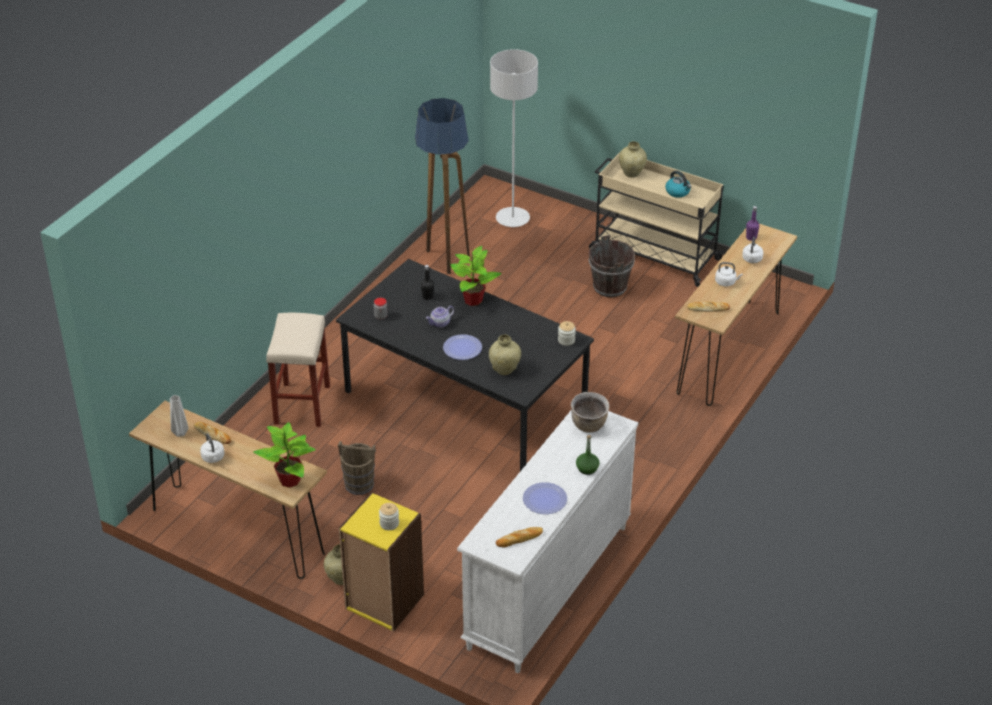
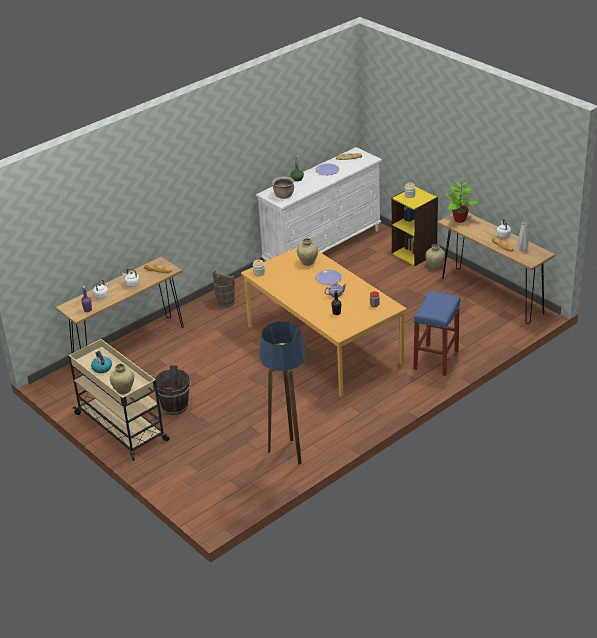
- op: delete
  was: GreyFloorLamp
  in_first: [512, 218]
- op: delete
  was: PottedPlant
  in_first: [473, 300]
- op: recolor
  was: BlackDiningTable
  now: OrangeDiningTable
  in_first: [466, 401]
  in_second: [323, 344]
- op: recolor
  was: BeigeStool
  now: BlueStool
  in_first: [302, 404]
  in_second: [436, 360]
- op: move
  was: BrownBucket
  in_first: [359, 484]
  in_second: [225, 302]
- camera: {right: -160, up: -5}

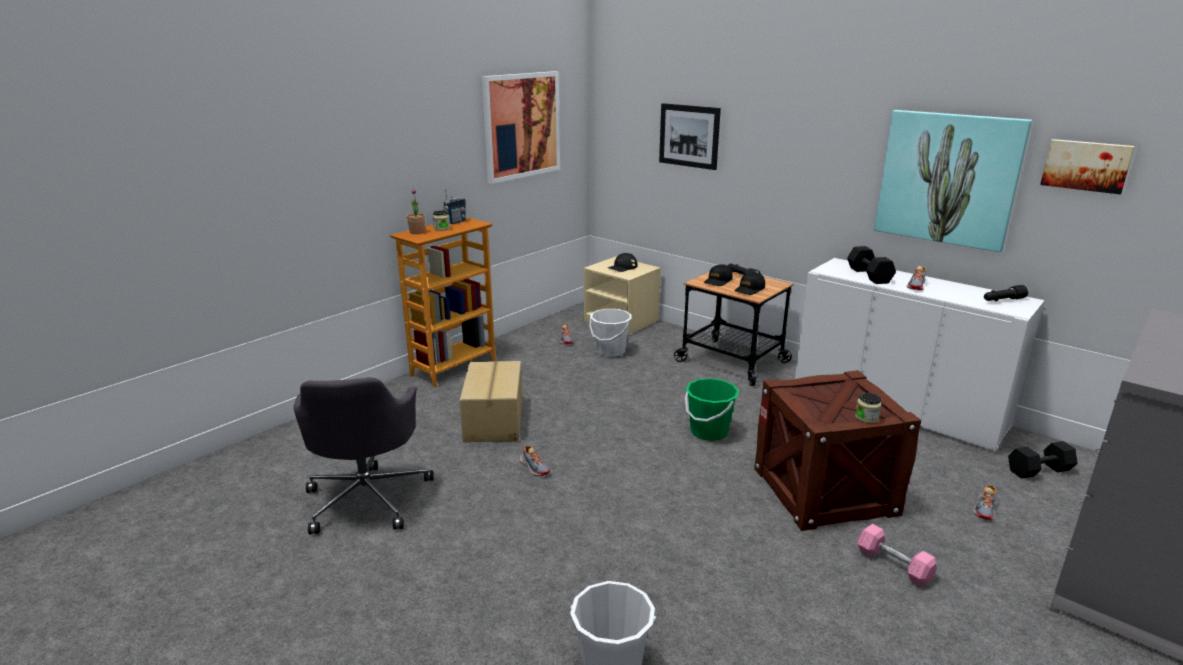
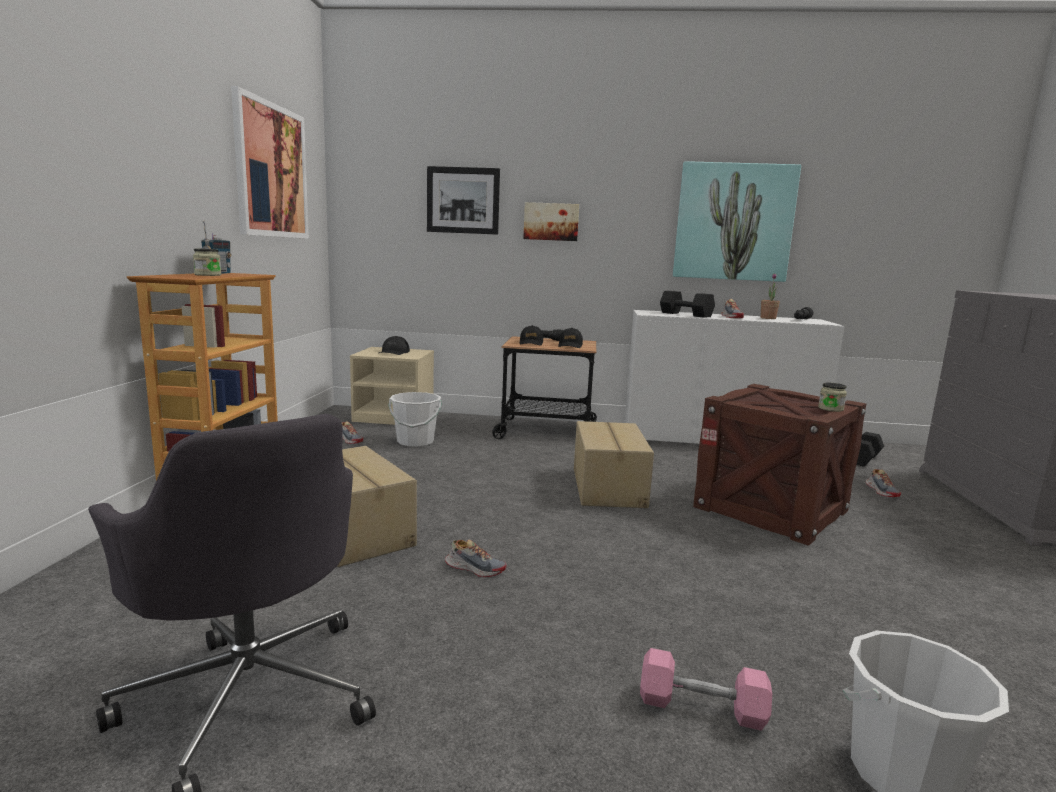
- op: move
  was: Picture
  in_first: [1086, 165]
  in_second: [551, 222]
- op: move
  was: PottedPlant
  in_first: [417, 232]
  in_second: [768, 318]
- op: replace
  was: GreenBucket
  now: CardboardBox
  in_first: [709, 432]
  in_second: [609, 487]
- op: move
  was: PinkDumbbell
  in_first: [893, 565]
  in_second: [701, 707]
- camera: {right: -35, up: -10}

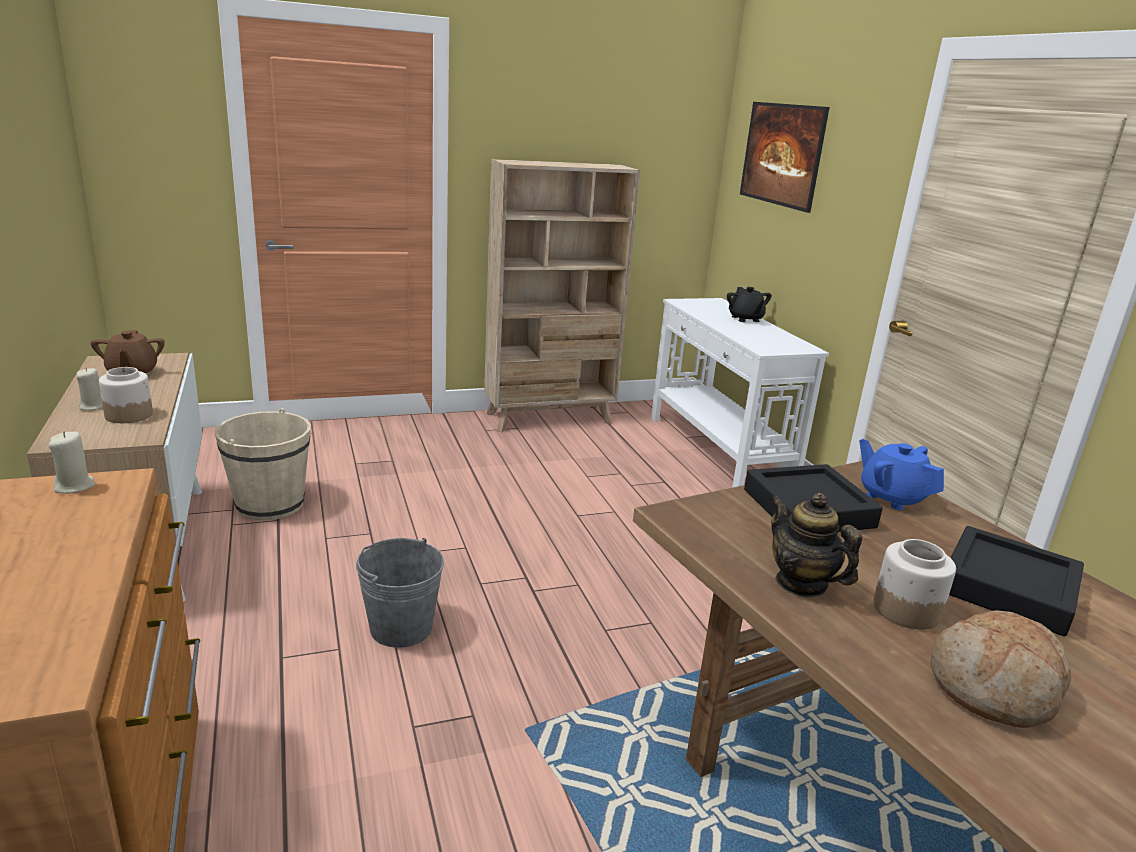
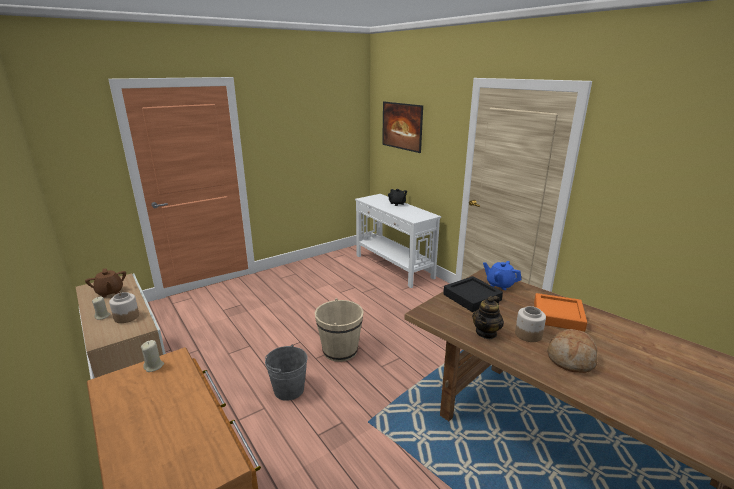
- op: delete
  was: BeigeBookcase
  in_first: [550, 418]
- op: move
  was: BeigeBucket
  in_first: [270, 504]
  in_second: [340, 350]
- op: rotate
  was: Teapot
  in_first: [801, 583]
  in_second: [486, 333]
  clockwise: -90
- op: recolor
  was: BlackTray
  now: OrangeTray
  in_first: [1008, 588]
  in_second: [558, 316]
- camera: {right: -15, up: 0}

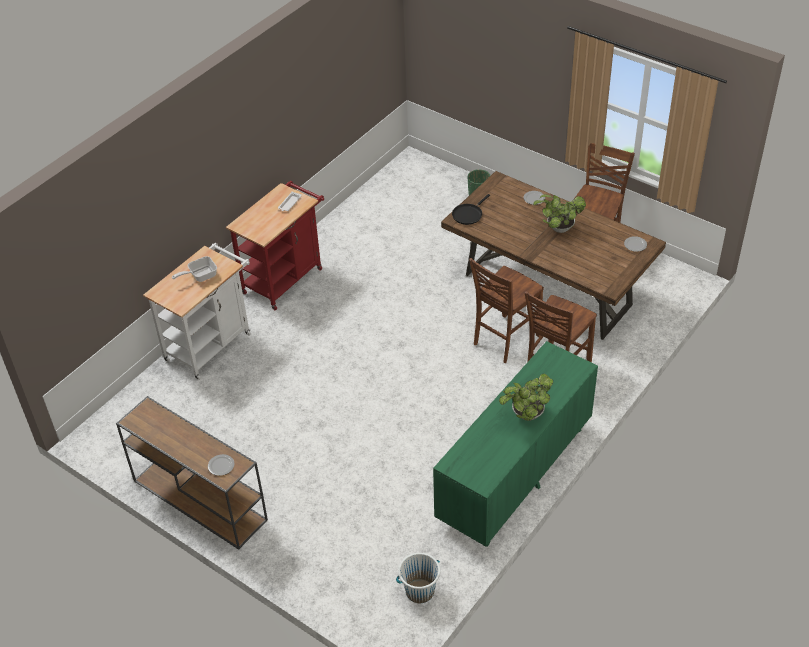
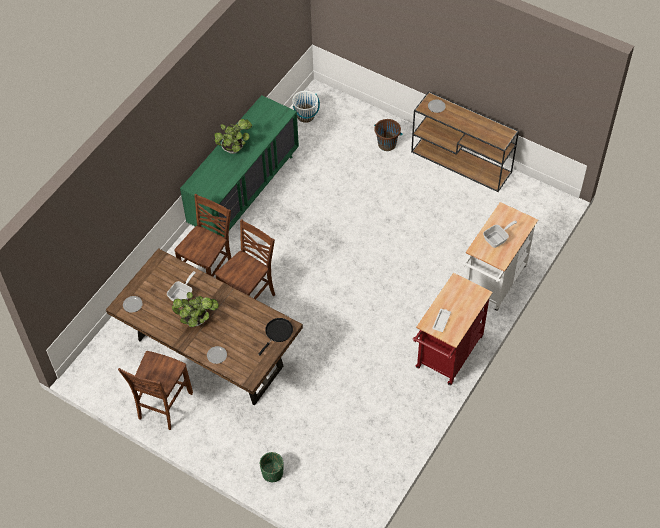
- op: insert
  now: BrownBucket
  in_second: [387, 144]
- op: insert
  now: FryingPan
  in_second: [182, 294]
- camera: {right: 175, up: 10}

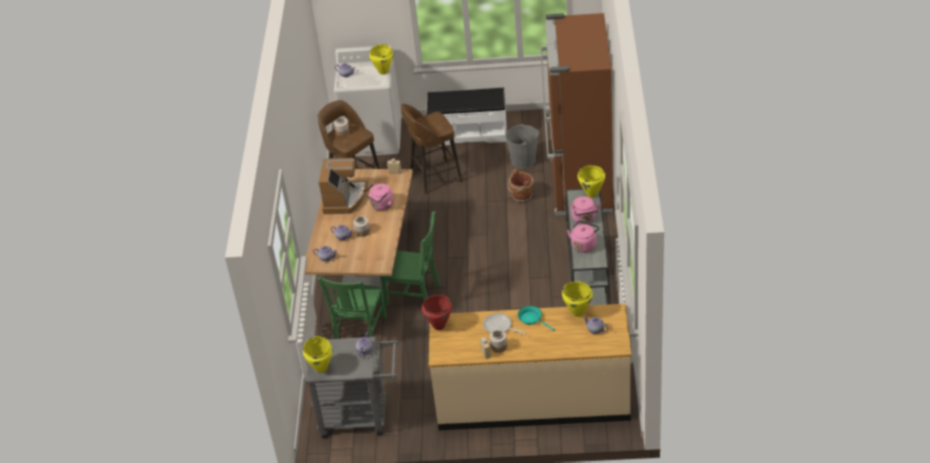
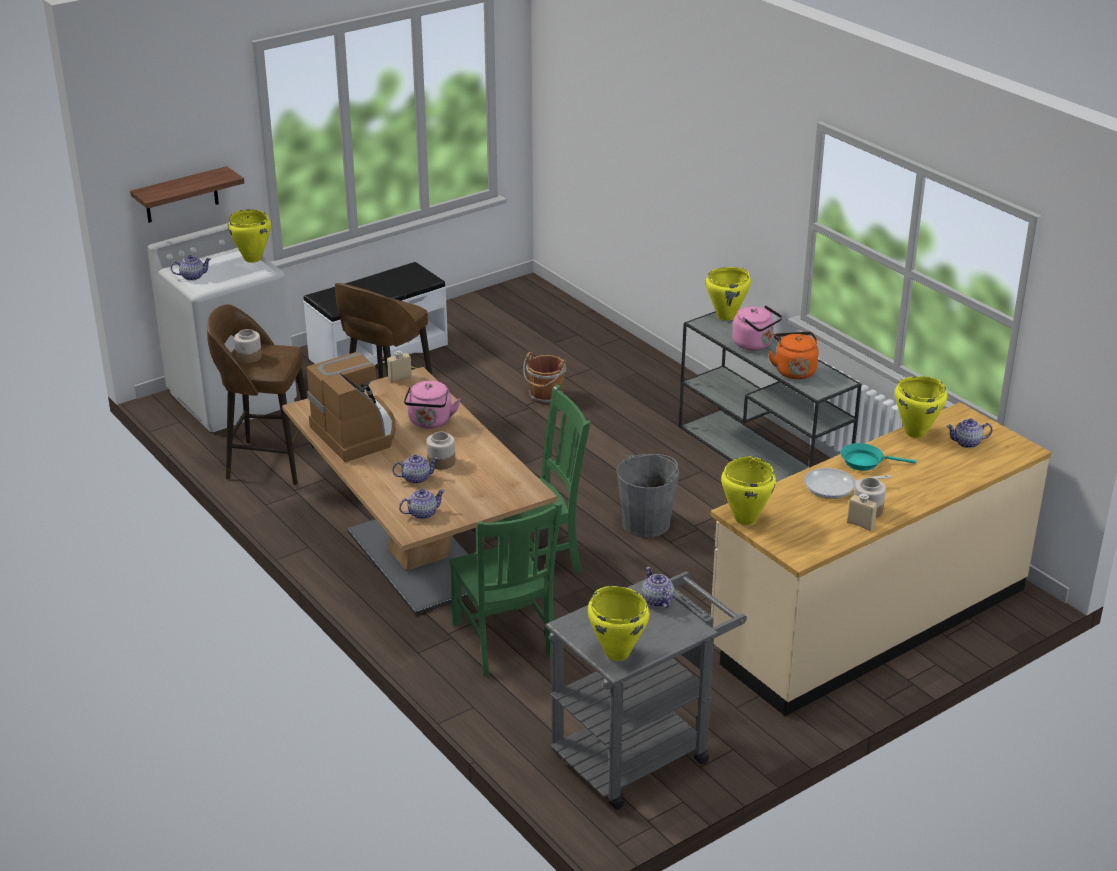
- op: delete
  was: BrownFridge
  in_first: [579, 185]
- op: move
  was: GreyBucket
  in_first: [523, 160]
  in_second: [646, 523]
- op: recolor
  was: PinkKettle
  now: OrangeKettle
  in_first: [584, 245]
  in_second: [794, 370]
- op: recolor
  was: RedCookingPot
  now: YellowCookingPot
  in_first: [438, 326]
  in_second: [745, 519]
- op: insert
  now: Shelf
  in_second: [181, 195]
- camera: {right: -40, up: -10}

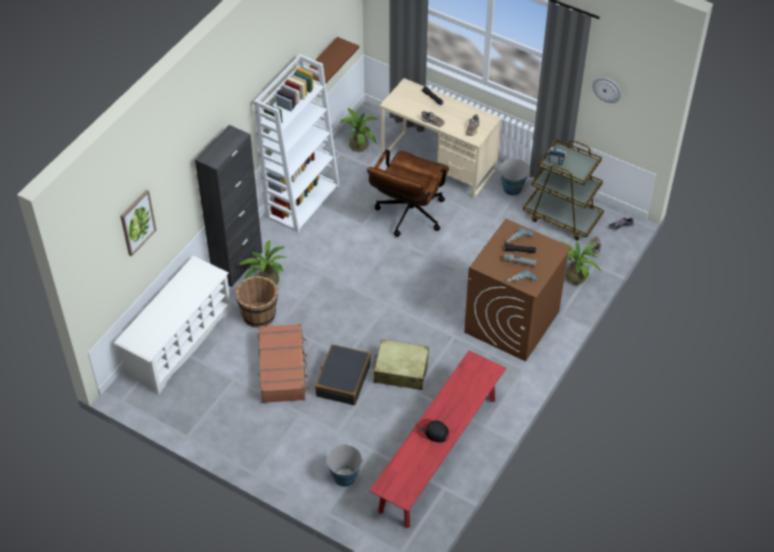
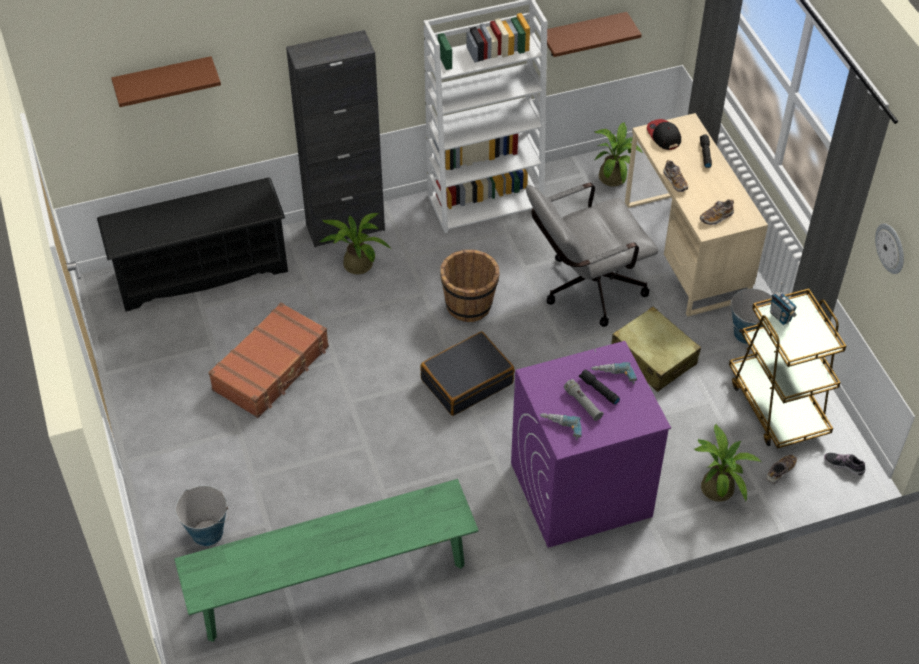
- op: recolor
  was: BrownOfficeChair
  now: GreyOfficeChair
  in_first: [407, 217]
  in_second: [585, 289]
- op: replace
  was: Picture
  now: BrownShelf
  in_first: [137, 222]
  in_second: [164, 81]
- op: recolor
  was: BrownWashingMachine
  now: PurpleWashingMachine
  in_first: [511, 322]
  in_second: [580, 490]
- op: recolor
  was: WhiteShoeRack
  now: BlackShoeRack
  in_first: [179, 342]
  in_second: [201, 271]
- op: move
  was: BrownBucket
  in_first: [259, 315]
  in_second: [469, 305]
- op: move
  was: BeigeSuitcase
  in_first: [401, 370]
  in_second: [653, 357]
- op: move
  was: BlackSuitcase
  in_first: [343, 380]
  in_second: [466, 381]
- op: recolor
  was: RedBench
  now: GreenBench
  in_first: [438, 454]
  in_second: [332, 582]
- op: move
  was: Cap
  in_first: [432, 431]
  in_second: [663, 136]
- camera: {right: 40, up: 0}

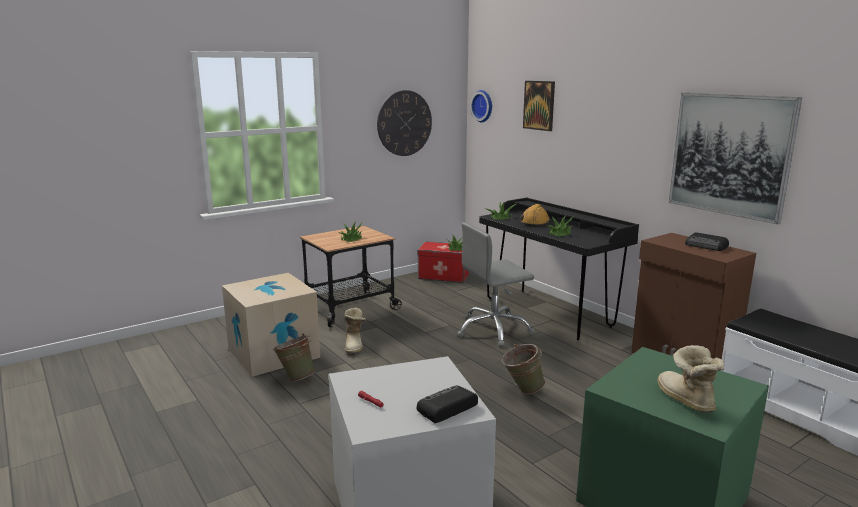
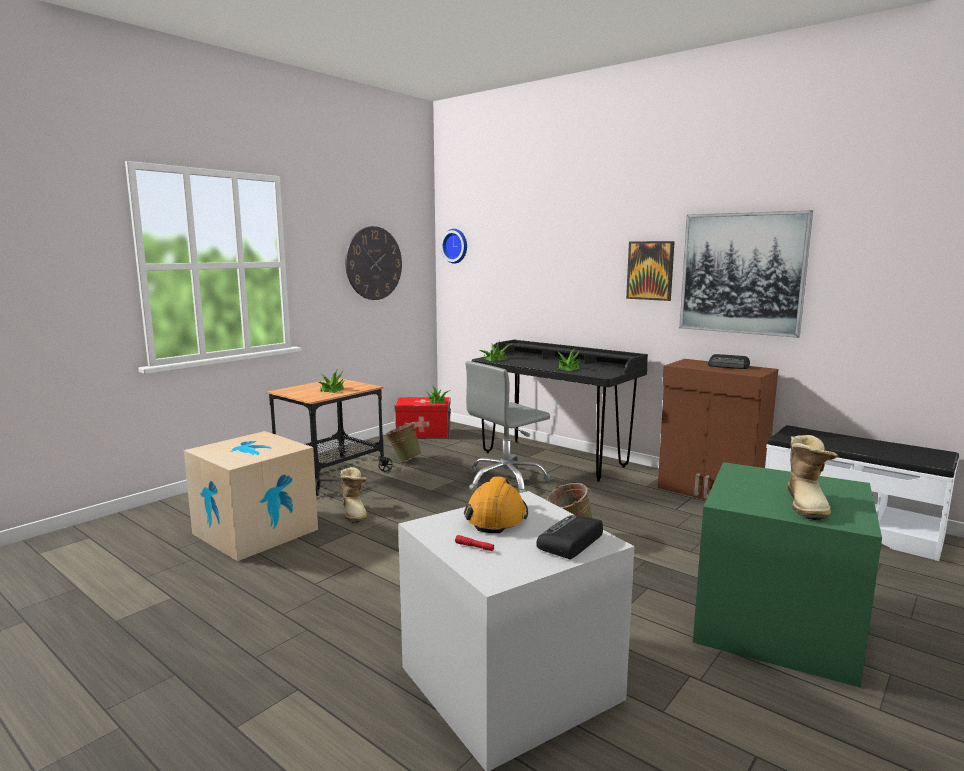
- op: move
  was: Picture
  in_first: [539, 105]
  in_second: [650, 270]
- op: move
  was: OrangeHardHat
  in_first: [535, 222]
  in_second: [496, 517]
- op: move
  was: GreenBucket
  in_first: [296, 377]
  in_second: [403, 460]
- op: rotate
  was: Boot
  in_first: [684, 400]
  in_second: [808, 504]
  clockwise: -135
- camera: {right: -15, up: -5}

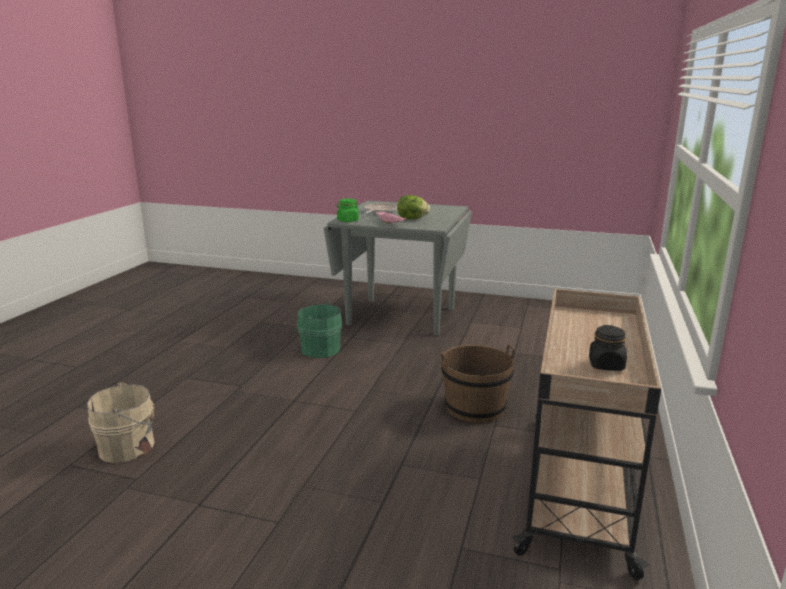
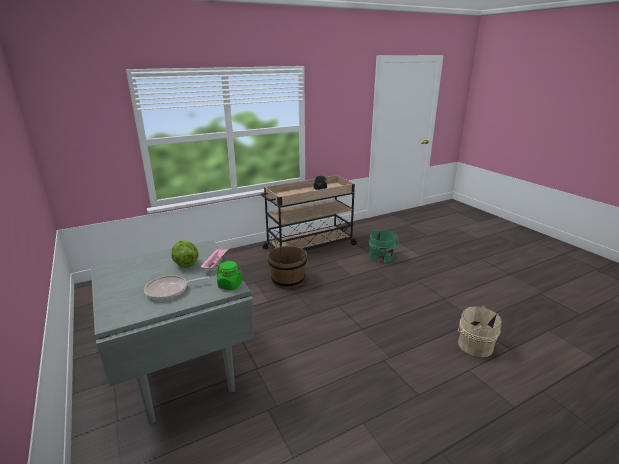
- op: move
  was: GreenBucket
  in_first: [319, 349]
  in_second: [381, 257]
- camera: {right: -135, up: 5}

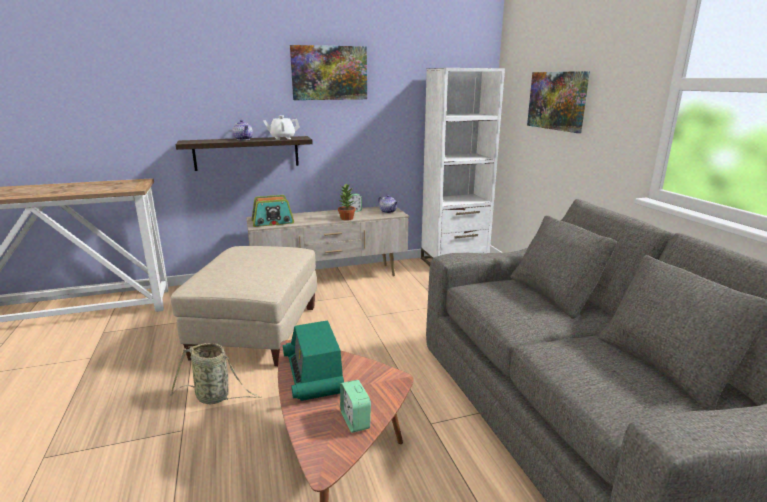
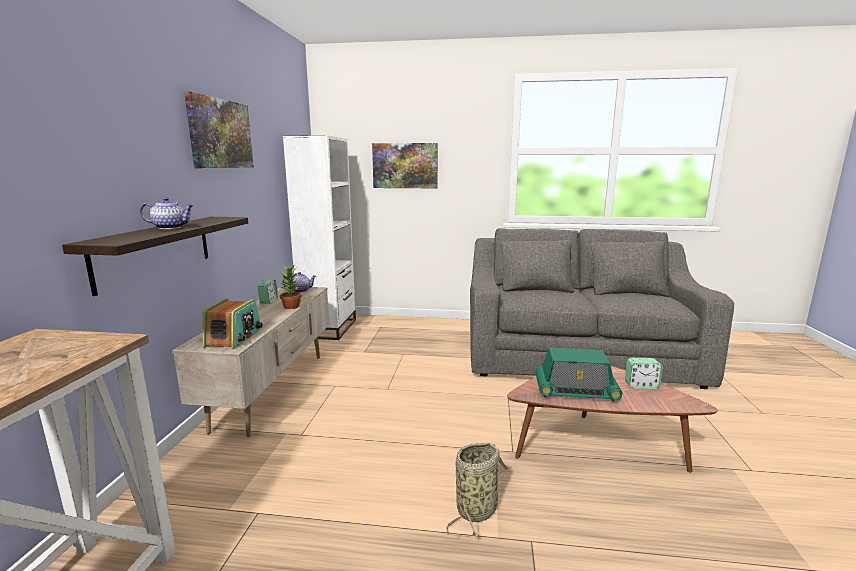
- op: delete
  was: WhiteTeapot
  in_first: [282, 138]
- op: delete
  was: BeigeOttoman
  in_first: [257, 332]
- camera: {right: -65, up: -5}

